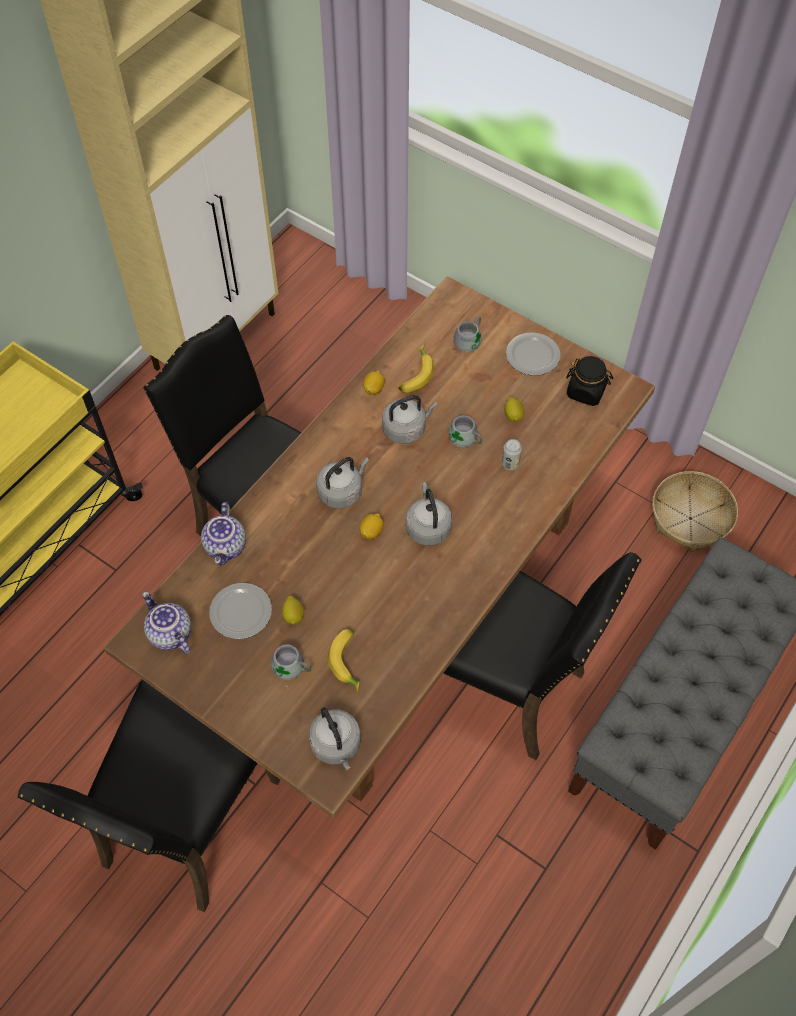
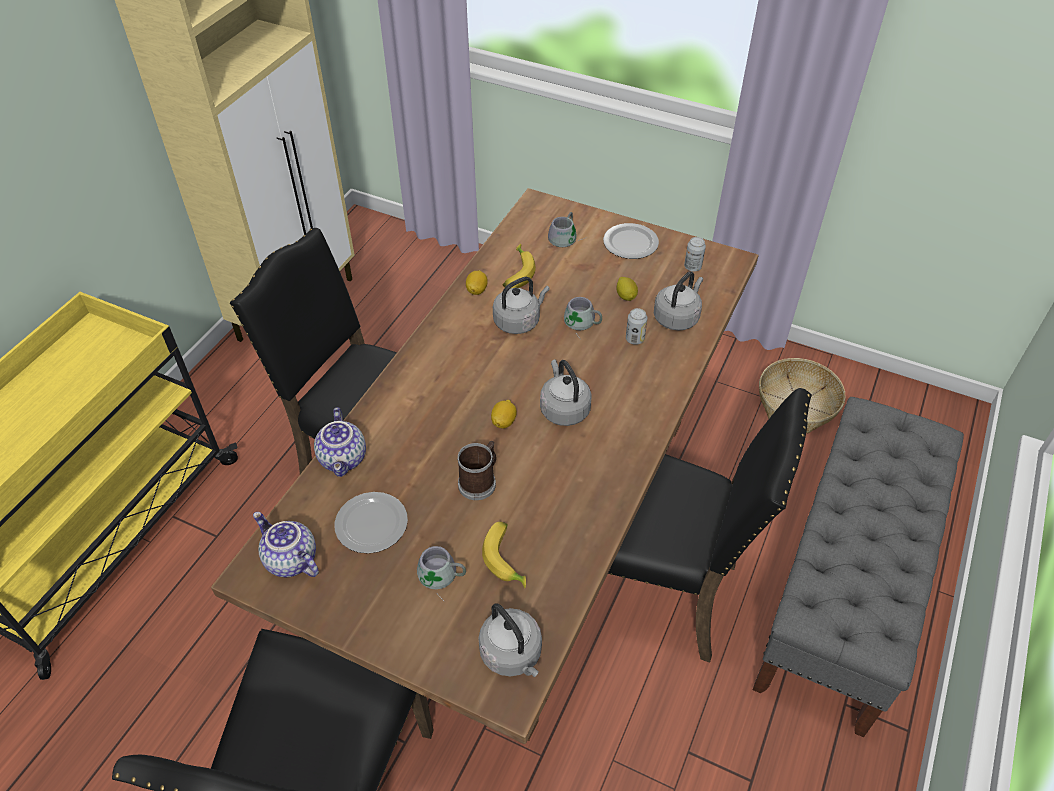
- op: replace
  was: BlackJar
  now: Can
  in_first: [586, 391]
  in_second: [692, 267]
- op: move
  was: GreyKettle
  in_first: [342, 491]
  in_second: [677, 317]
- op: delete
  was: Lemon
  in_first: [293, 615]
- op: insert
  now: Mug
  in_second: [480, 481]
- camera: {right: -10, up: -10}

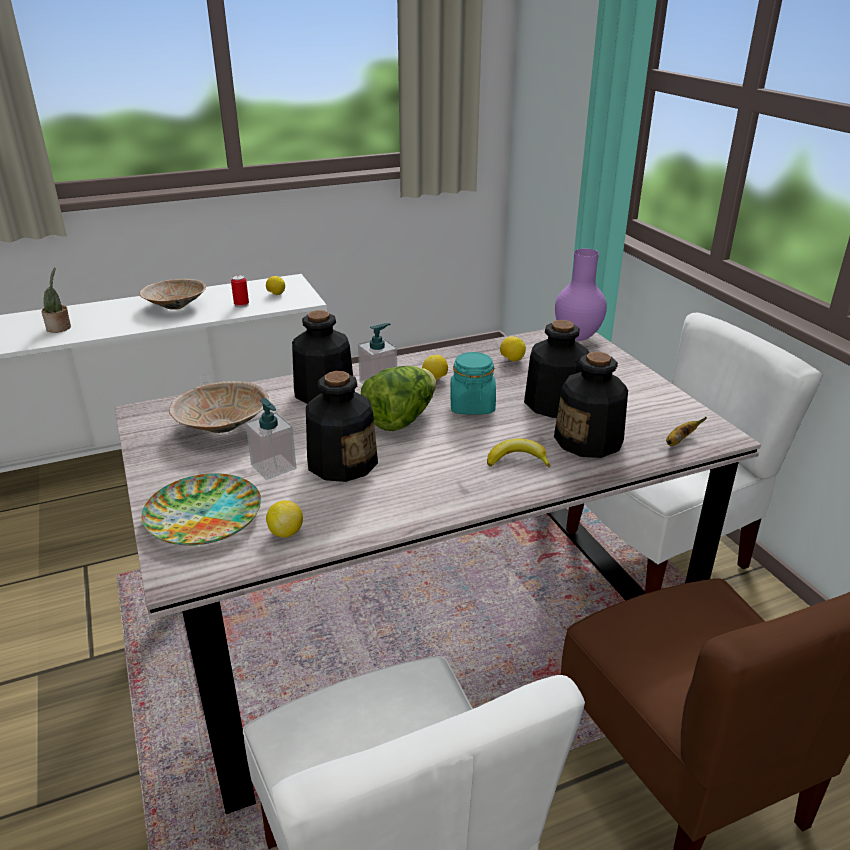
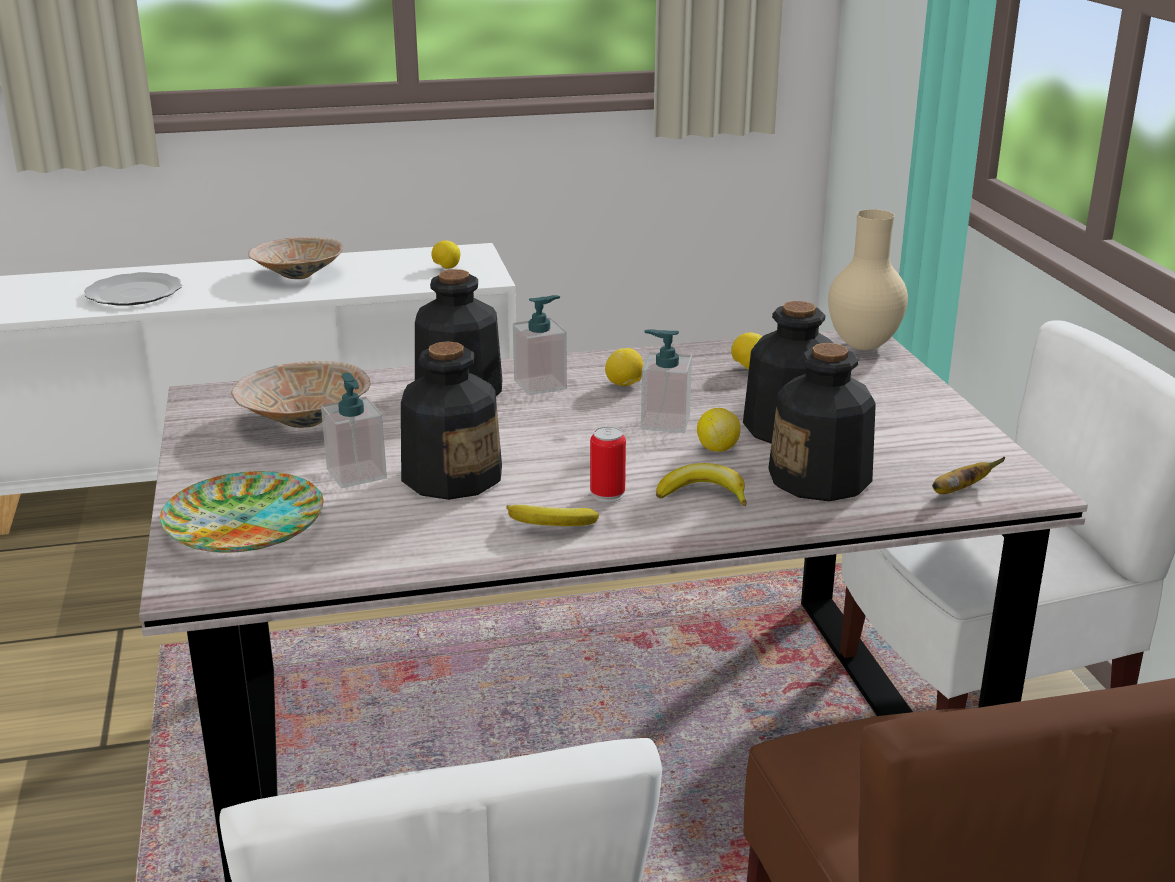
- op: recolor
  was: PurpleVase
  now: BeigeVase
  in_first: [578, 338]
  in_second: [864, 346]
- op: replace
  was: PottedPlant
  now: Plate
  in_first: [60, 328]
  in_second: [132, 293]
- op: move
  was: Can
  in_first: [241, 305]
  in_second: [607, 494]
- op: replace
  was: TurquoiseJar
  now: SoapDispenser
  in_first: [472, 406]
  in_second: [665, 422]
- op: delete
  was: Lettuce
  in_first: [400, 419]
- op: move
  was: Lemon
  in_first: [286, 532]
  in_second: [717, 448]
- op: insert
  now: Banana
  in_second: [550, 525]
- camera: {right: 10, up: -5}

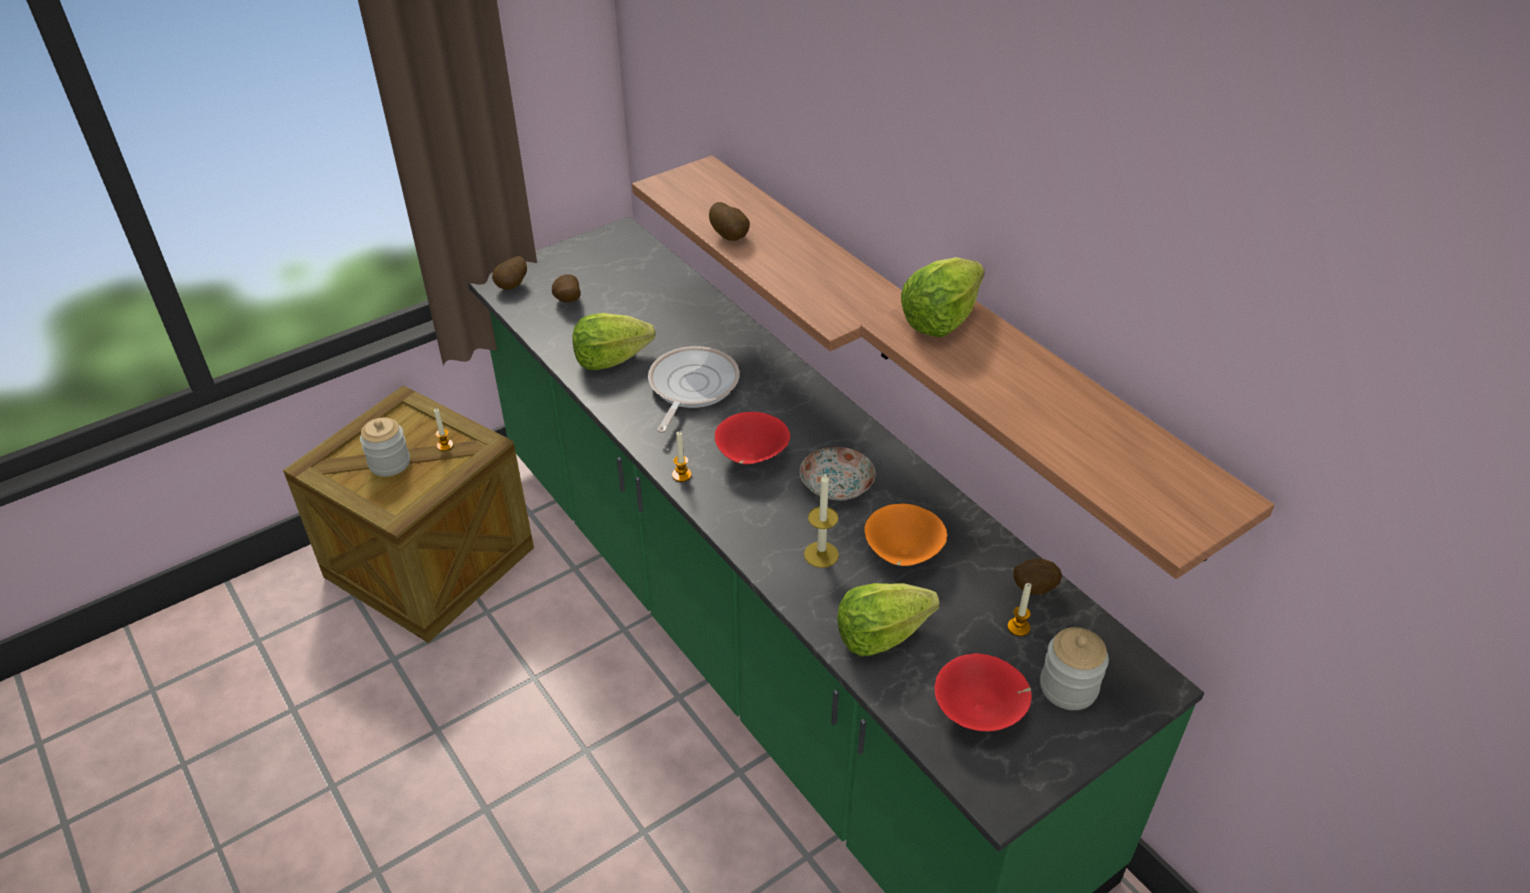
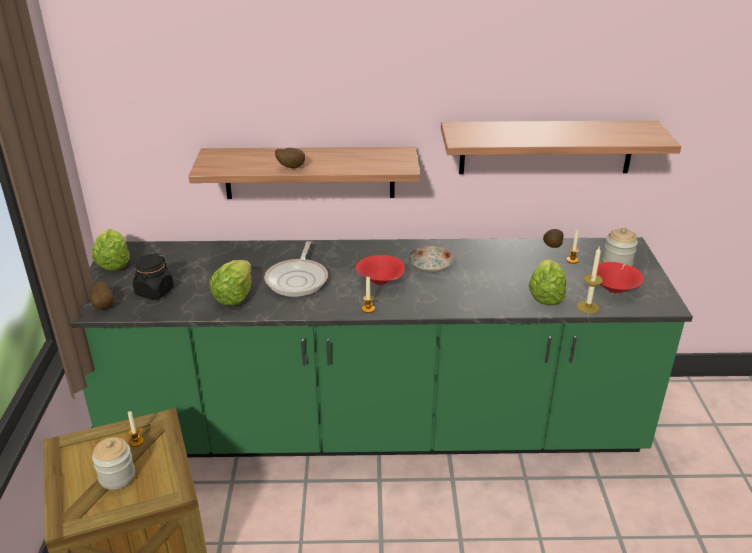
- op: move
  was: Lettuce
  in_first: [940, 319]
  in_second: [114, 263]
- op: replace
  was: Potato
  now: BlackJar
  in_first: [567, 301]
  in_second: [154, 291]
- op: rotate
  was: FryingPan
  in_first: [691, 387]
  in_second: [298, 279]
  clockwise: -135
- op: move
  was: Candle
  in_first: [821, 554]
  in_second: [588, 307]
- op: delete
  was: OrangeBowl
  in_first: [902, 555]
- camera: {right: -55, up: -10}

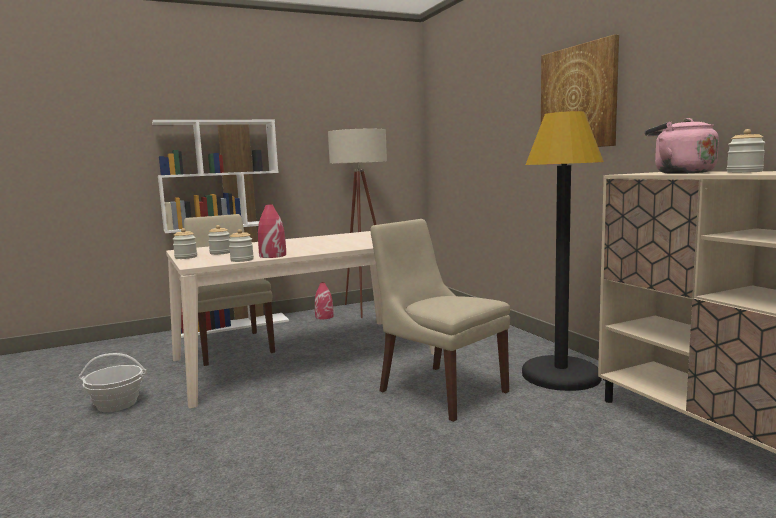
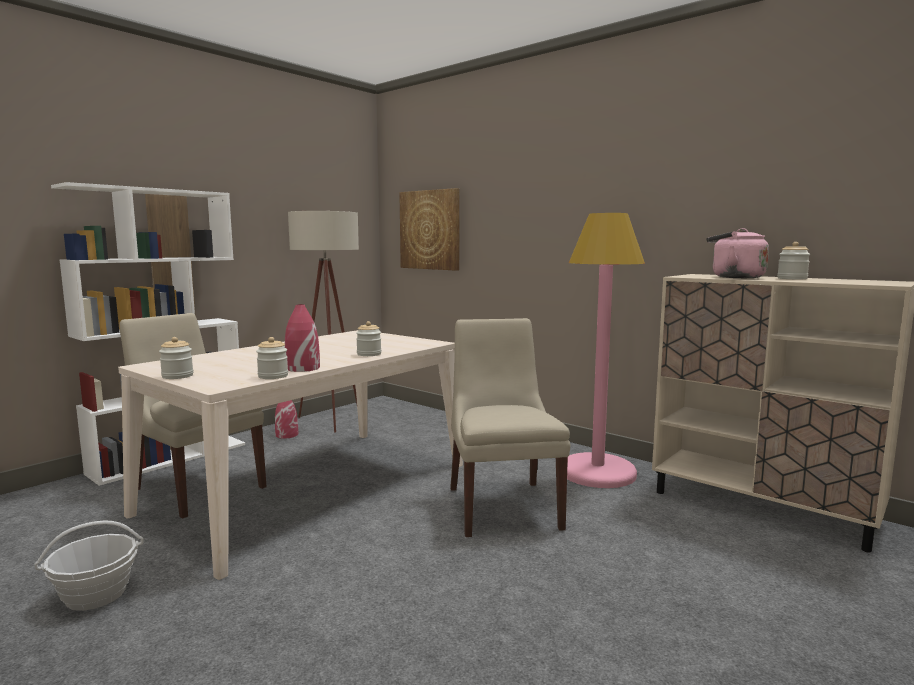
- op: move
  was: Picture
  in_first: [578, 97]
  in_second: [430, 230]
- op: recolor
  was: BlackFloorLamp
  now: PinkFloorLamp
  in_first: [561, 375]
  in_second: [597, 472]
- op: rotate
  was: BeigeChair
  in_first: [439, 390]
  in_second: [502, 505]
  clockwise: 60
- op: move
  was: Jar
  in_first: [220, 253]
  in_second: [369, 354]
- camera: {right: -25, up: 0}

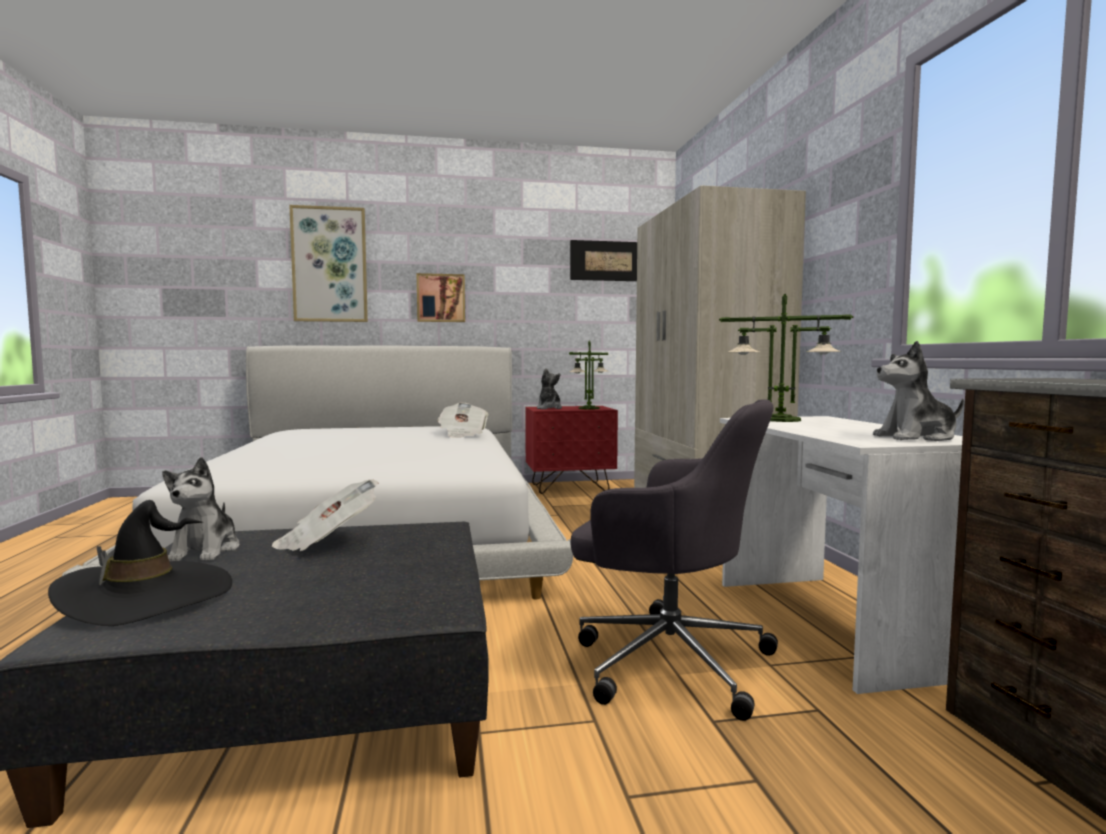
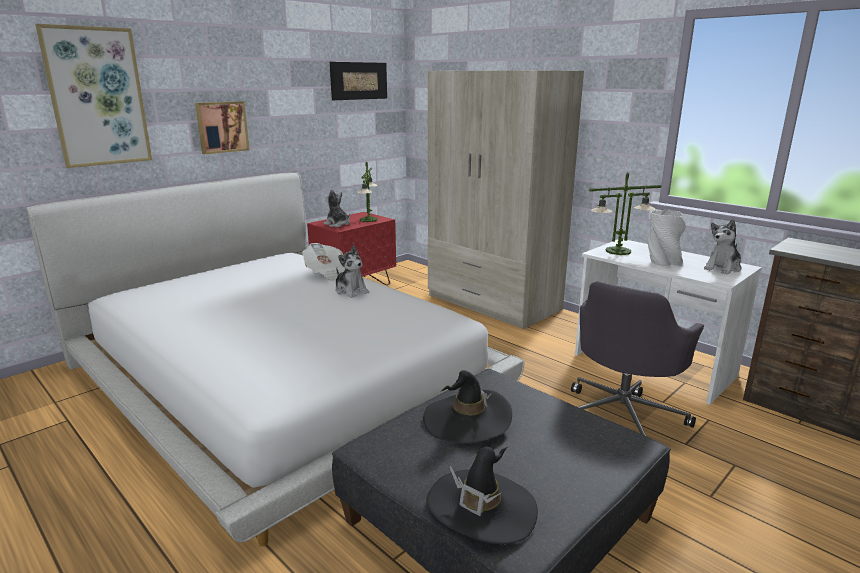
- op: rotate
  was: GreyOfficeChair
  in_first: [667, 659]
  in_second: [623, 417]
  clockwise: 135
- op: move
  was: PlushToy
  in_first: [205, 551]
  in_second: [351, 291]
- op: replace
  was: Newspaper
  now: BlackHat
  in_first: [327, 542]
  in_second: [467, 420]
- op: insert
  now: GreyVase
  in_second: [662, 261]
- camera: {right: -35, up: 15}

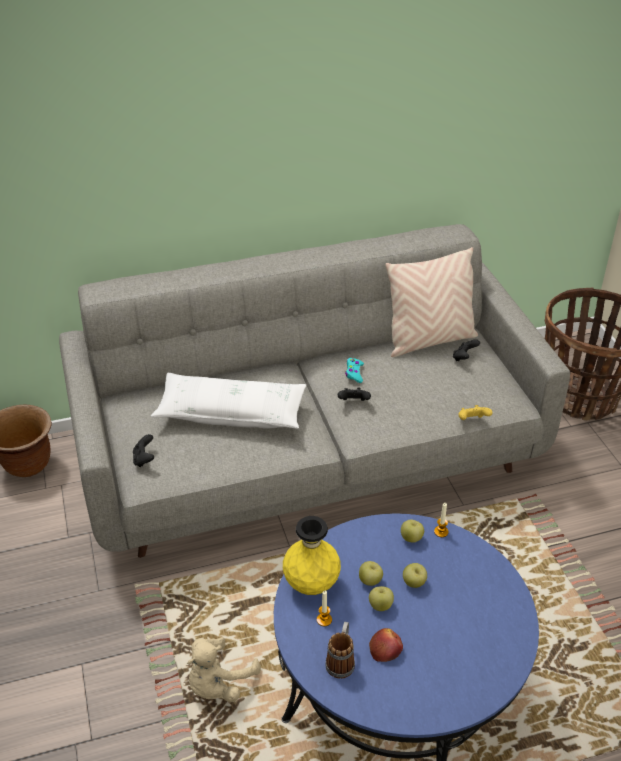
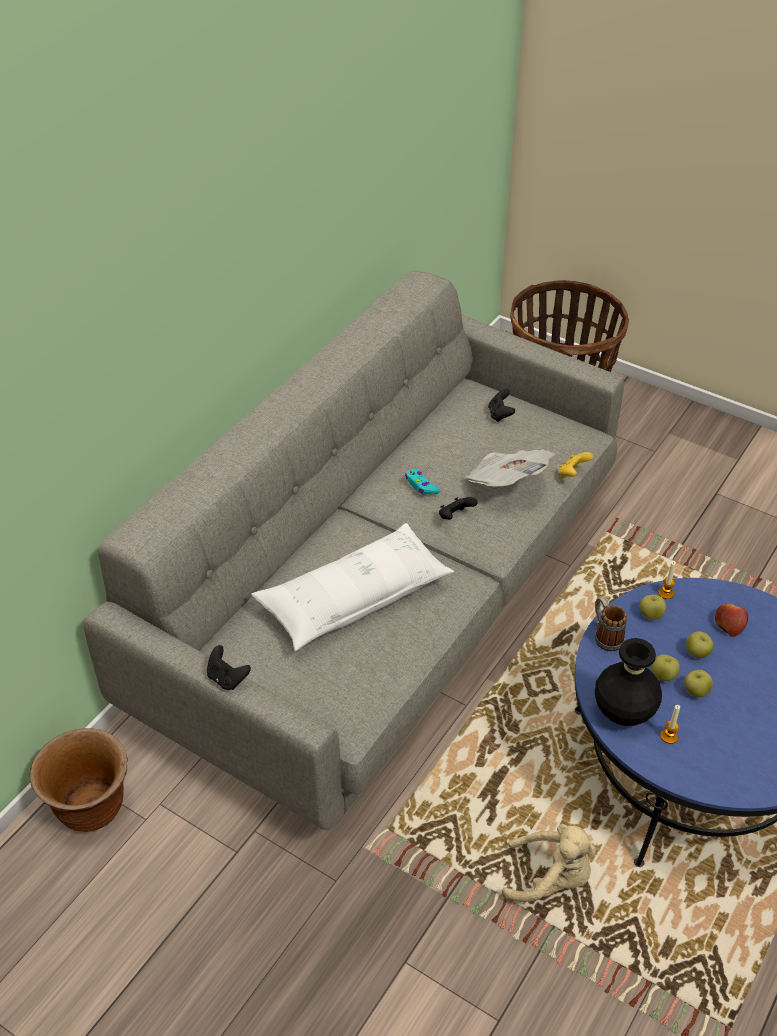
- op: delete
  was: BeigePillow
  in_first: [429, 340]
- op: move
  was: BlackGameController
  in_first: [144, 459]
  in_second: [227, 678]
- op: recolor
  was: YellowVase
  now: BlackVase
  in_first: [311, 584]
  in_second: [623, 713]
- op: move
  was: Mug
  in_first: [341, 660]
  in_second: [605, 636]
- op: move
  was: Apple
  in_first: [385, 649]
  in_second: [729, 623]
- op: rotate
  was: BeigePlushToy
  in_first: [219, 684]
  in_second: [550, 878]
  clockwise: -75
- op: insert
  now: Newspaper
  in_second: [506, 483]
- camera: {right: -40, up: 5}

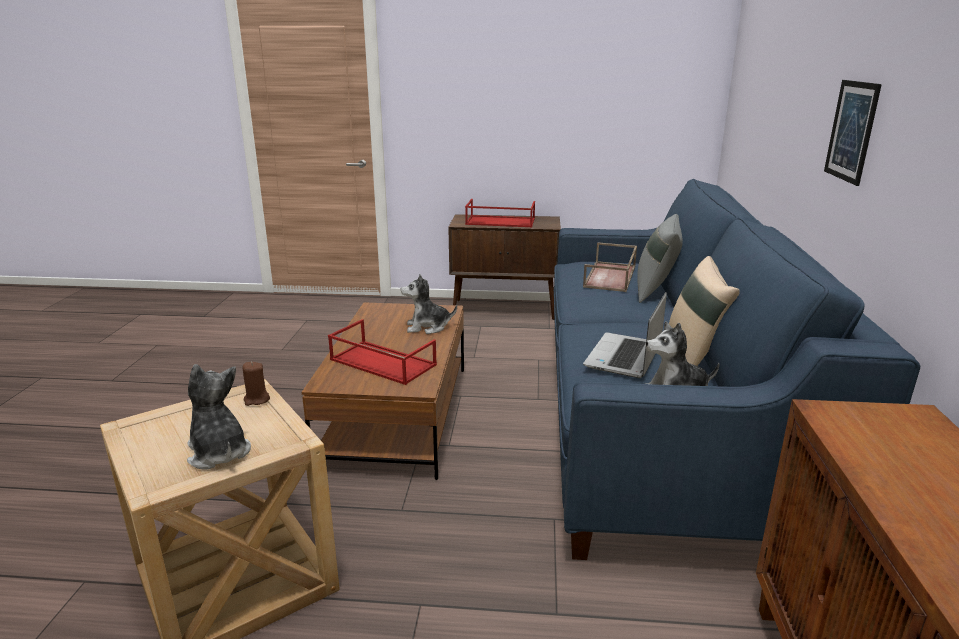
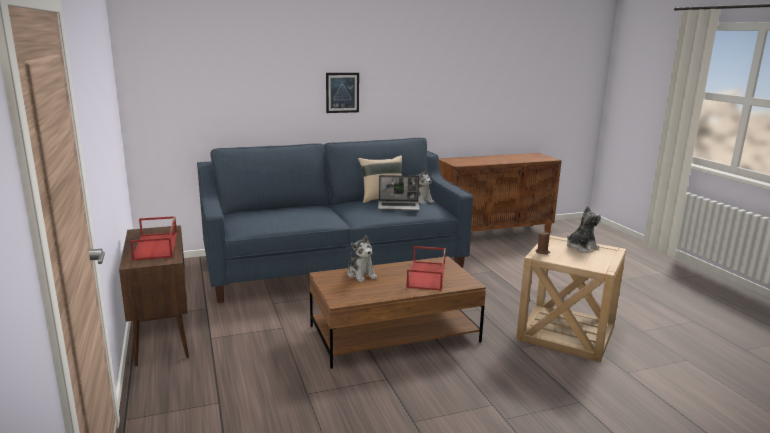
- op: delete
  was: GreyPillow
  in_first: [656, 291]
- op: delete
  was: BrownTray
  in_first: [611, 277]
- op: rotate
  was: PlushToy
  in_first: [218, 453]
  in_second: [581, 248]
  clockwise: -150
- camera: {right: -115, up: -5}

